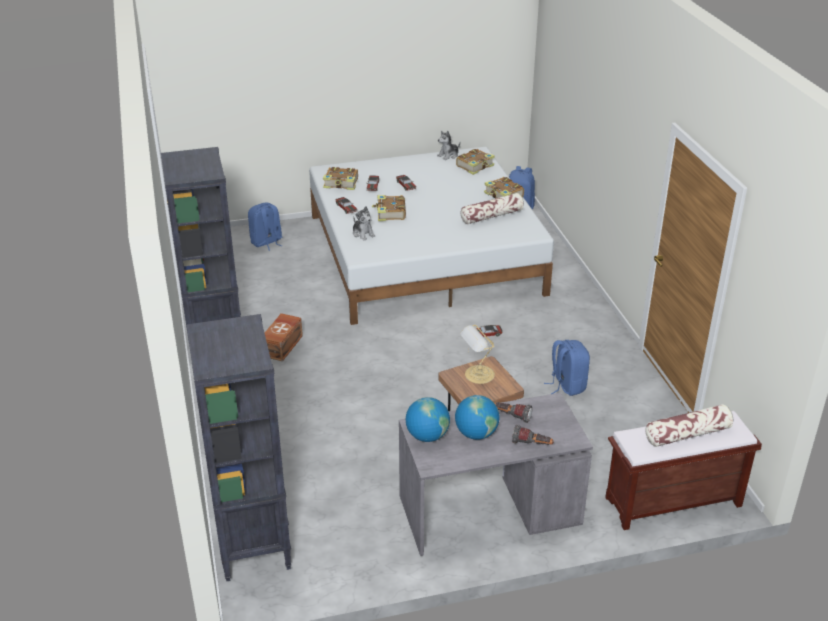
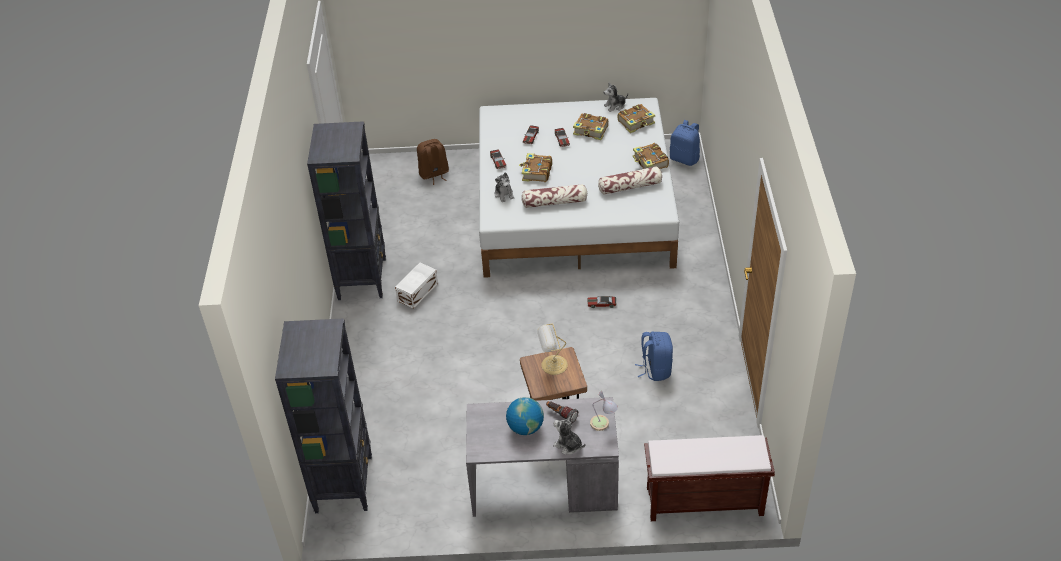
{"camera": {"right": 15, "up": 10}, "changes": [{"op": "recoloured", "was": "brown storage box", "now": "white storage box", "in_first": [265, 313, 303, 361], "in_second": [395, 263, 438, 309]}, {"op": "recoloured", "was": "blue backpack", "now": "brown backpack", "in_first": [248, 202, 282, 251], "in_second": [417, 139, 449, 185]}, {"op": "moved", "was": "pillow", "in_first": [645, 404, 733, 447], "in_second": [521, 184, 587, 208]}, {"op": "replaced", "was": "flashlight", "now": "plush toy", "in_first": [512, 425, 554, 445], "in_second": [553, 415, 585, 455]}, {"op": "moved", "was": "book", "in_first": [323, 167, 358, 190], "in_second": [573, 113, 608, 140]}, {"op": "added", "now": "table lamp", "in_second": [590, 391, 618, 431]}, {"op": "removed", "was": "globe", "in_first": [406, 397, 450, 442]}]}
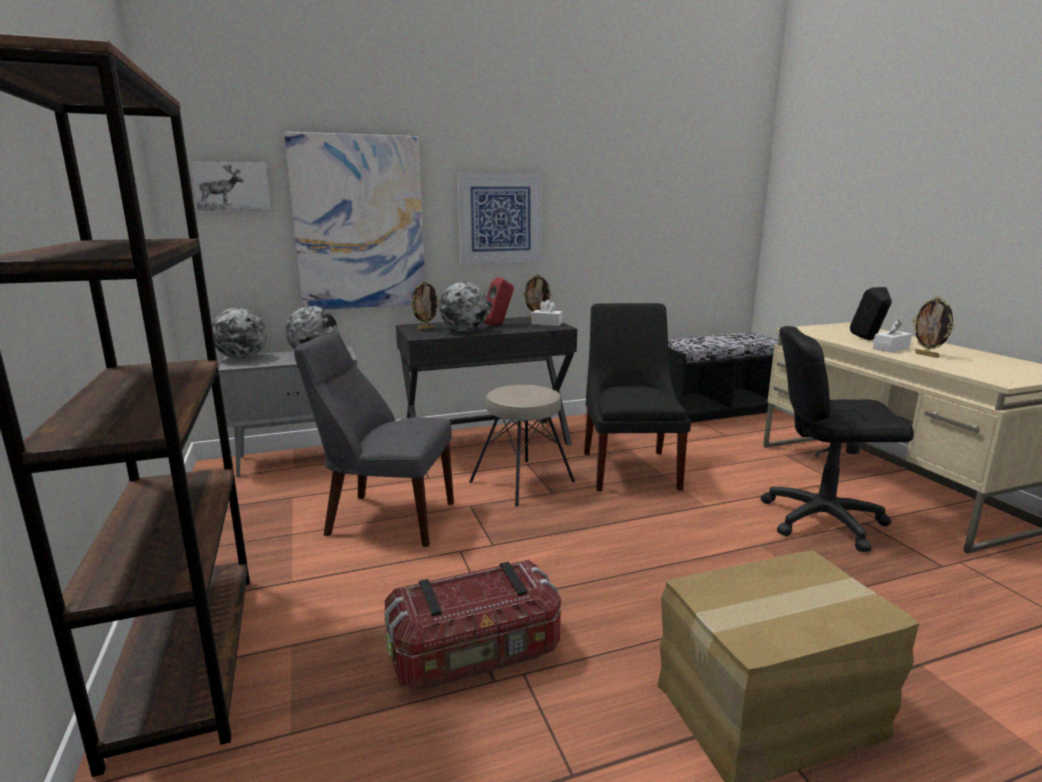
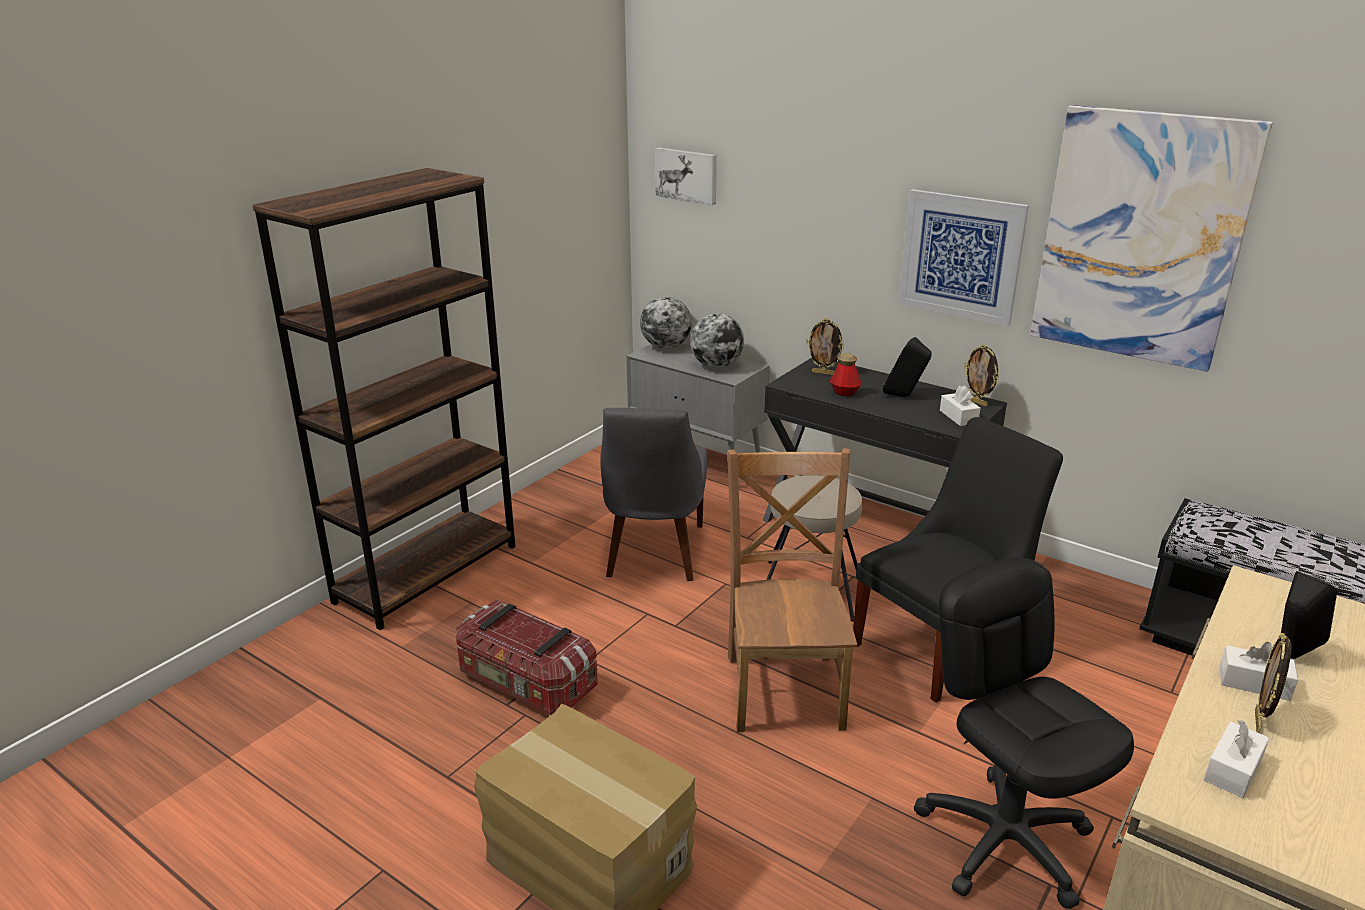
{"camera": {"right": 55, "up": 10}, "changes": [{"op": "turned", "was": "grey chair", "in_first": [294, 332, 454, 547], "in_second": [600, 408, 708, 581], "clockwise": -150}, {"op": "added", "now": "brown chair", "in_second": [727, 448, 857, 732]}, {"op": "replaced", "was": "globe", "now": "bottle", "in_first": [439, 282, 489, 332], "in_second": [830, 353, 861, 396]}, {"op": "recoloured", "was": "red speaker", "now": "black speaker", "in_first": [484, 278, 514, 325], "in_second": [883, 337, 931, 397]}, {"op": "moved", "was": "picture", "in_first": [284, 132, 425, 309], "in_second": [1030, 105, 1273, 372]}, {"op": "added", "now": "white tissue box", "in_second": [1204, 720, 1269, 798]}]}
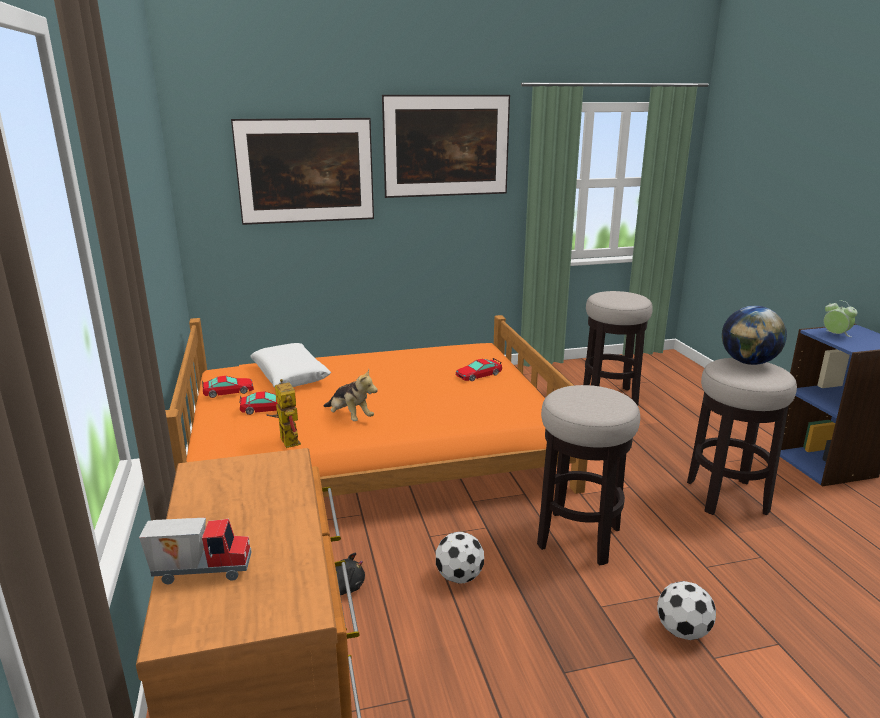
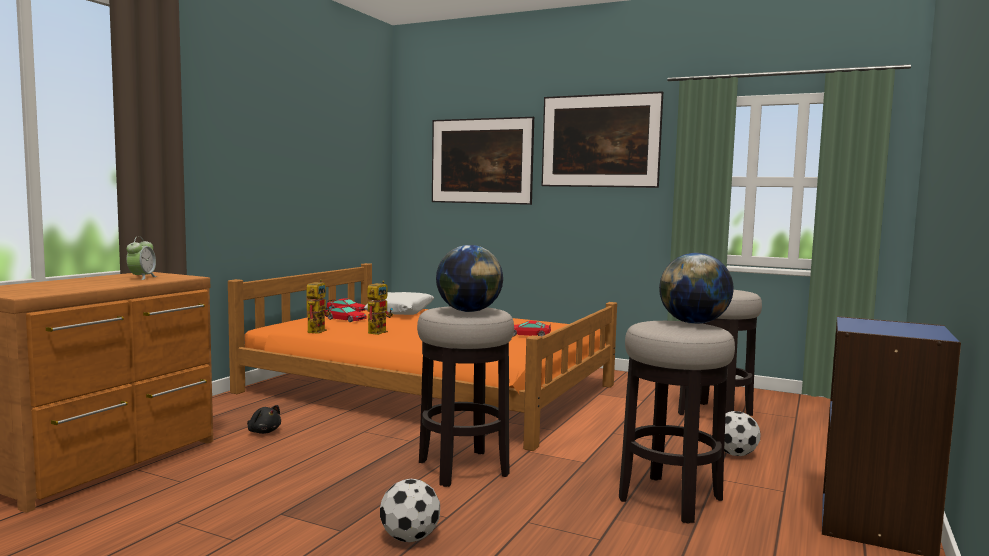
{"camera": {"right": 40, "up": -15}, "changes": [{"op": "moved", "was": "alarm clock", "in_first": [824, 300, 858, 337], "in_second": [127, 237, 157, 280]}, {"op": "replaced", "was": "plush toy", "now": "toy robot", "in_first": [323, 369, 378, 421], "in_second": [368, 281, 393, 335]}, {"op": "added", "now": "globe", "in_second": [436, 245, 503, 312]}, {"op": "moved", "was": "football", "in_first": [436, 532, 484, 584], "in_second": [724, 411, 761, 456]}, {"op": "removed", "was": "toy truck", "in_first": [139, 518, 252, 584]}]}
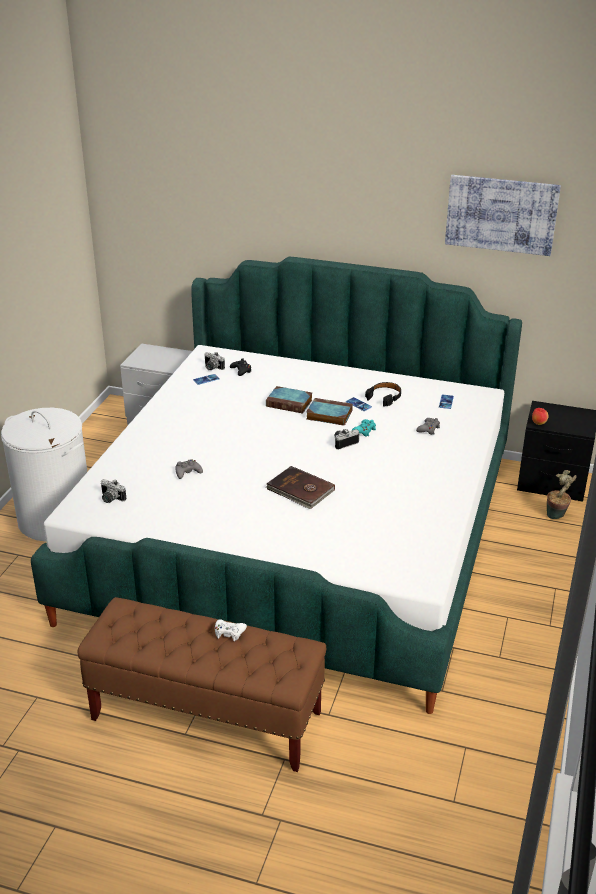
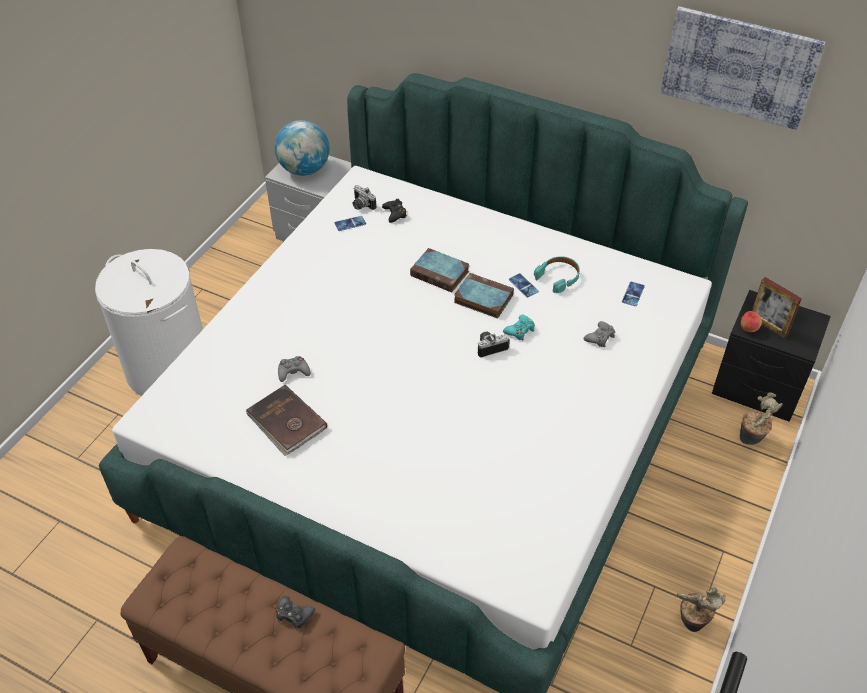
{"camera": {"right": 10, "up": 15}, "changes": [{"op": "moved", "was": "brown book", "in_first": [266, 466, 335, 509], "in_second": [246, 385, 327, 456]}, {"op": "added", "now": "globe", "in_second": [275, 120, 330, 176]}, {"op": "recoloured", "was": "white game controller", "now": "black game controller", "in_first": [215, 619, 247, 641], "in_second": [276, 596, 315, 630]}, {"op": "recoloured", "was": "black headphones", "now": "turquoise headphones", "in_first": [365, 382, 401, 407], "in_second": [534, 256, 580, 293]}, {"op": "added", "now": "potted plant", "in_second": [677, 586, 726, 632]}, {"op": "added", "now": "picture frame", "in_second": [752, 277, 802, 339]}, {"op": "removed", "was": "photo camera", "in_first": [100, 479, 127, 503]}]}
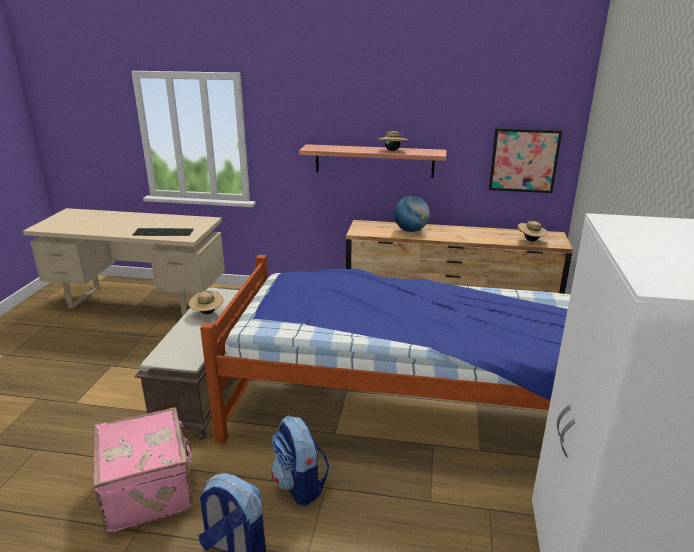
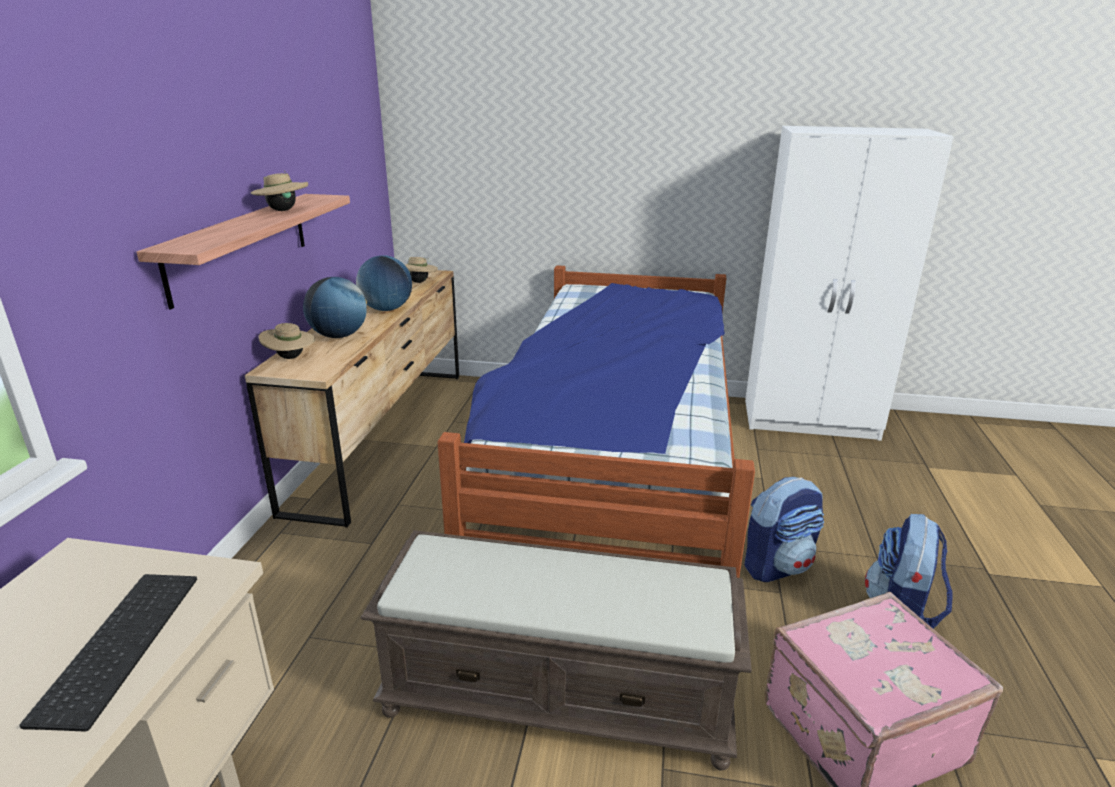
{"camera": {"right": -90, "up": 0}, "changes": [{"op": "moved", "was": "beige hat", "in_first": [189, 290, 223, 314], "in_second": [258, 323, 315, 359]}, {"op": "added", "now": "globe", "in_second": [356, 255, 412, 311]}, {"op": "removed", "was": "picture", "in_first": [489, 128, 562, 193]}]}
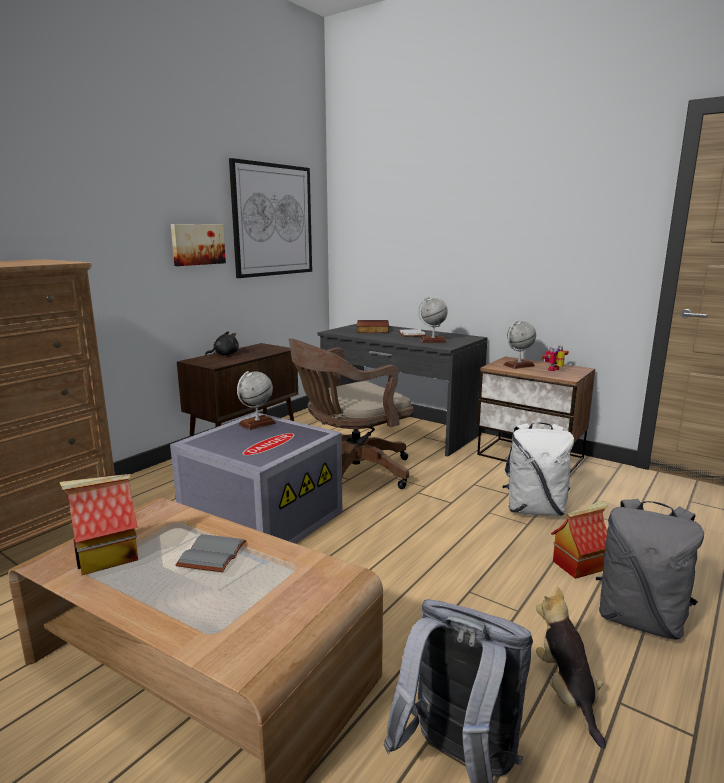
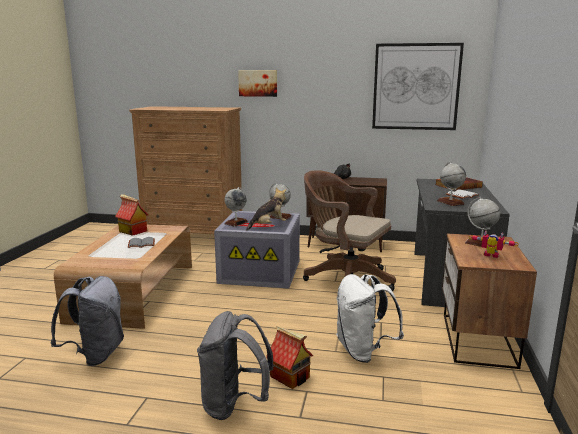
{"camera": {"right": 65, "up": 0}, "changes": [{"op": "added", "now": "globe", "in_second": [224, 187, 248, 227]}, {"op": "moved", "was": "picture", "in_first": [171, 224, 226, 266], "in_second": [238, 70, 277, 97]}, {"op": "moved", "was": "plush toy", "in_first": [536, 587, 606, 748], "in_second": [246, 188, 286, 231]}]}
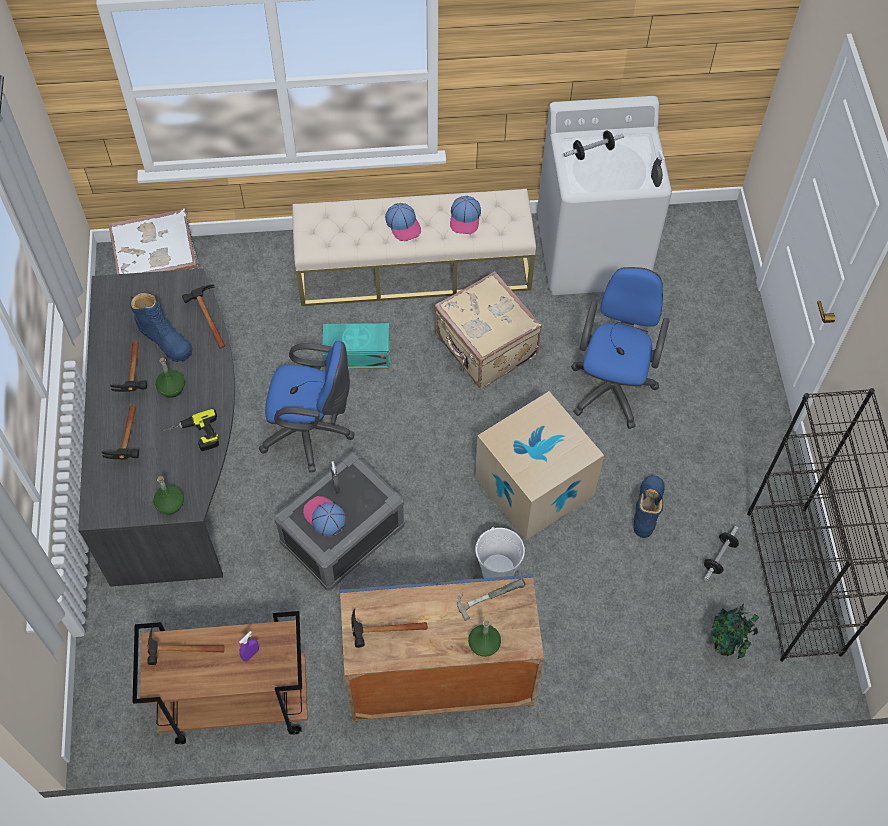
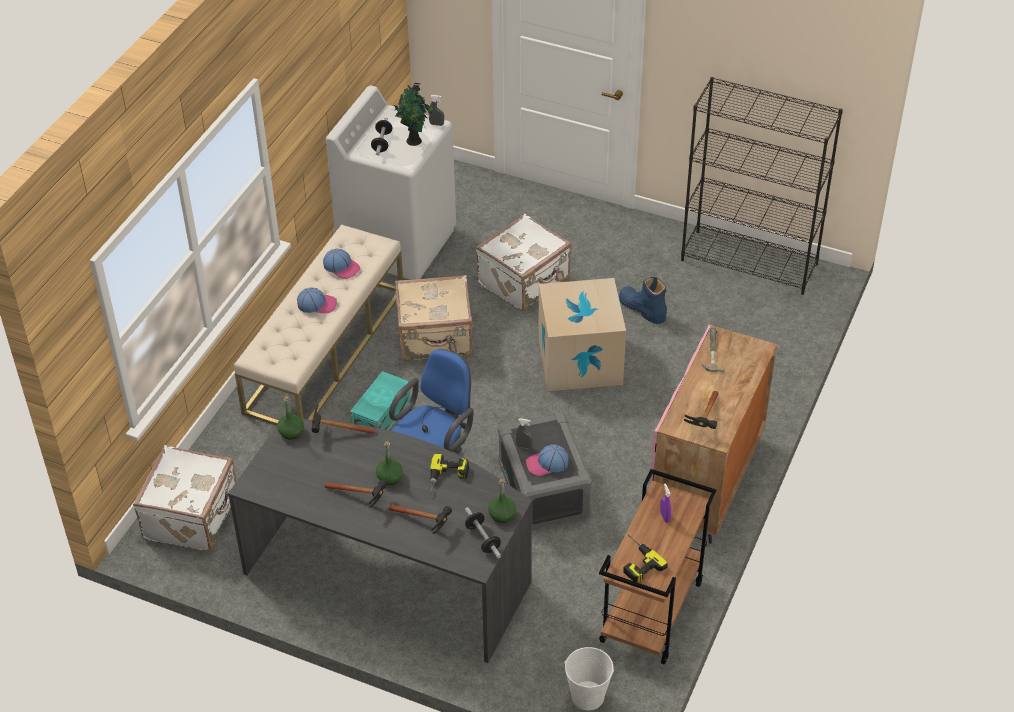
{"camera": {"right": -60, "up": -15}, "changes": [{"op": "moved", "was": "green bottle", "in_first": [468, 620, 501, 657], "in_second": [277, 396, 304, 440]}, {"op": "moved", "was": "potted plant", "in_first": [711, 603, 759, 659], "in_second": [394, 83, 434, 146]}, {"op": "moved", "was": "dumbbell", "in_first": [704, 526, 739, 581], "in_second": [465, 508, 501, 558]}, {"op": "replaced", "was": "blue office chair", "now": "white suitcase", "in_first": [571, 267, 670, 429], "in_second": [476, 214, 571, 311]}, {"op": "moved", "was": "white bucket", "in_first": [475, 527, 525, 578], "in_second": [564, 647, 614, 711]}, {"op": "replaced", "was": "hammer", "now": "power drill", "in_first": [147, 626, 224, 665], "in_second": [623, 535, 668, 583]}, {"op": "recoloured", "was": "blue cabinet", "now": "pink cabinet", "in_first": [340, 574, 544, 721], "in_second": [650, 324, 777, 544]}, {"op": "removed", "was": "blue boot", "in_first": [130, 293, 192, 362]}]}
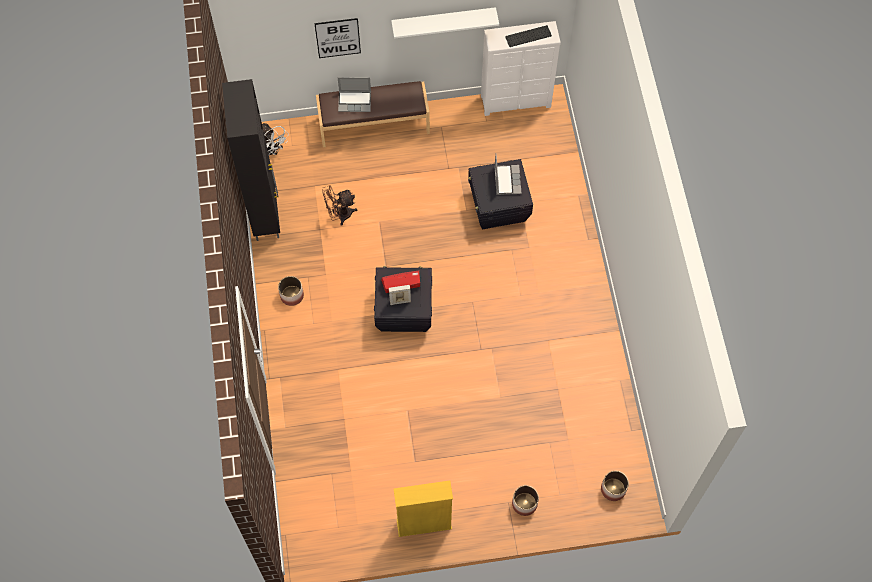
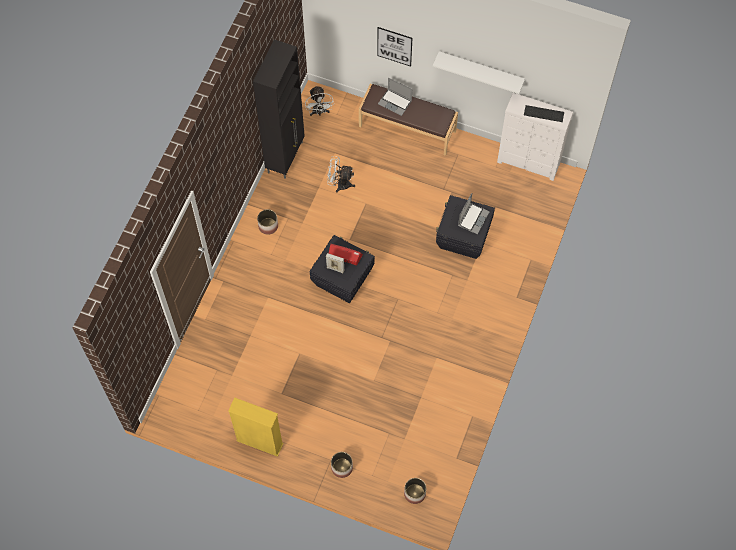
{"camera": {"right": 30, "up": 0}, "changes": [{"op": "recoloured", "was": "brown fan", "now": "white fan", "in_first": [322, 186, 357, 226], "in_second": [327, 156, 355, 193]}]}
